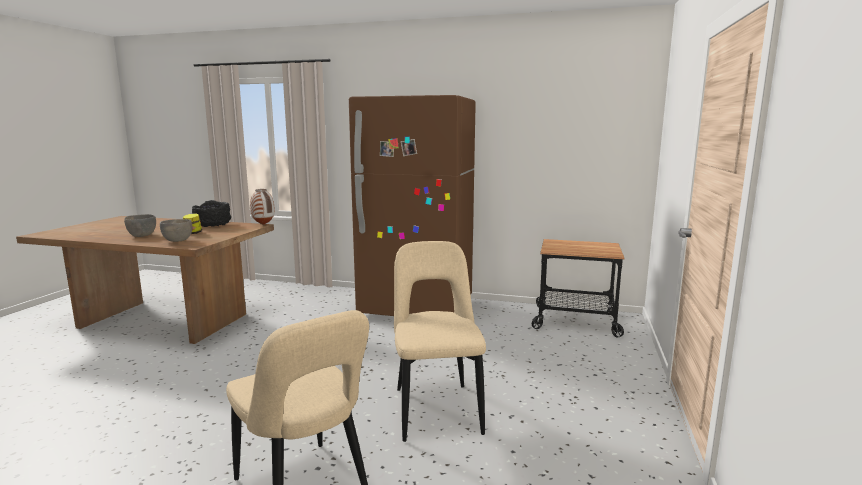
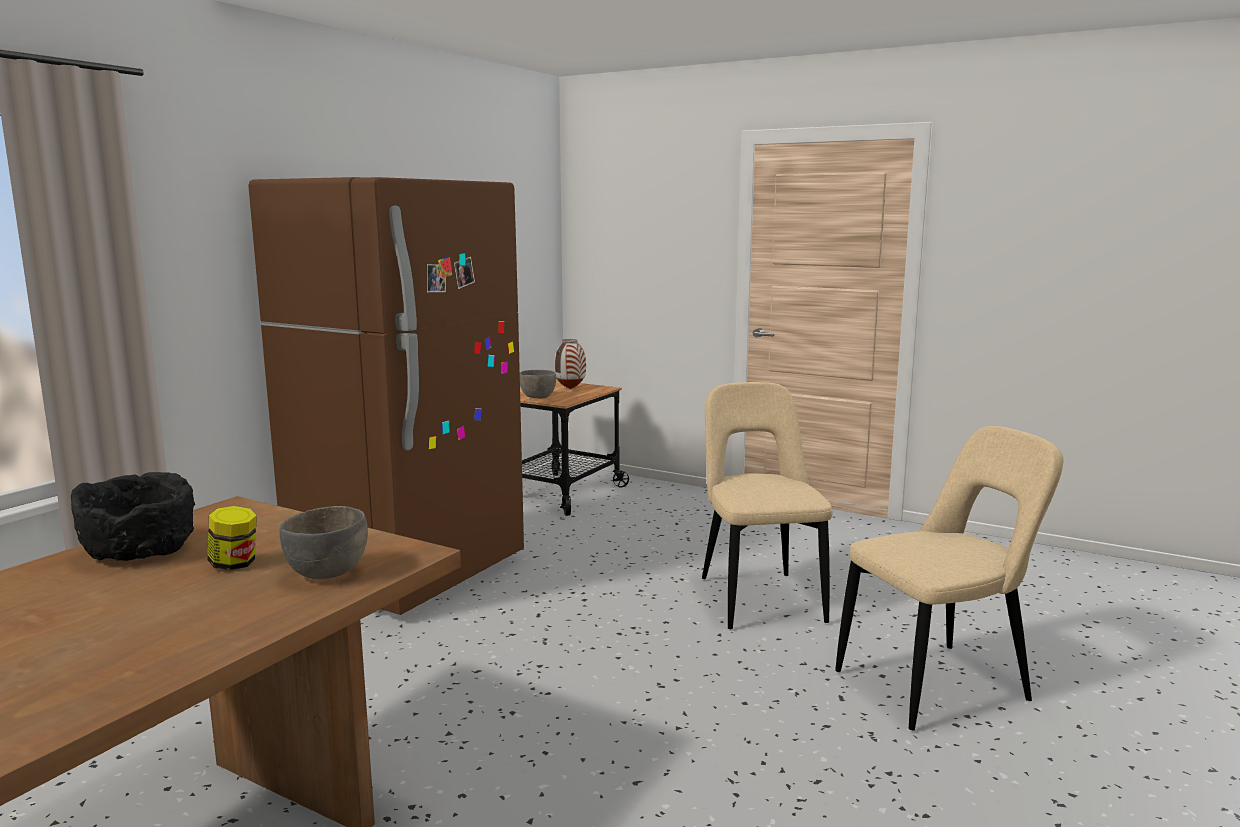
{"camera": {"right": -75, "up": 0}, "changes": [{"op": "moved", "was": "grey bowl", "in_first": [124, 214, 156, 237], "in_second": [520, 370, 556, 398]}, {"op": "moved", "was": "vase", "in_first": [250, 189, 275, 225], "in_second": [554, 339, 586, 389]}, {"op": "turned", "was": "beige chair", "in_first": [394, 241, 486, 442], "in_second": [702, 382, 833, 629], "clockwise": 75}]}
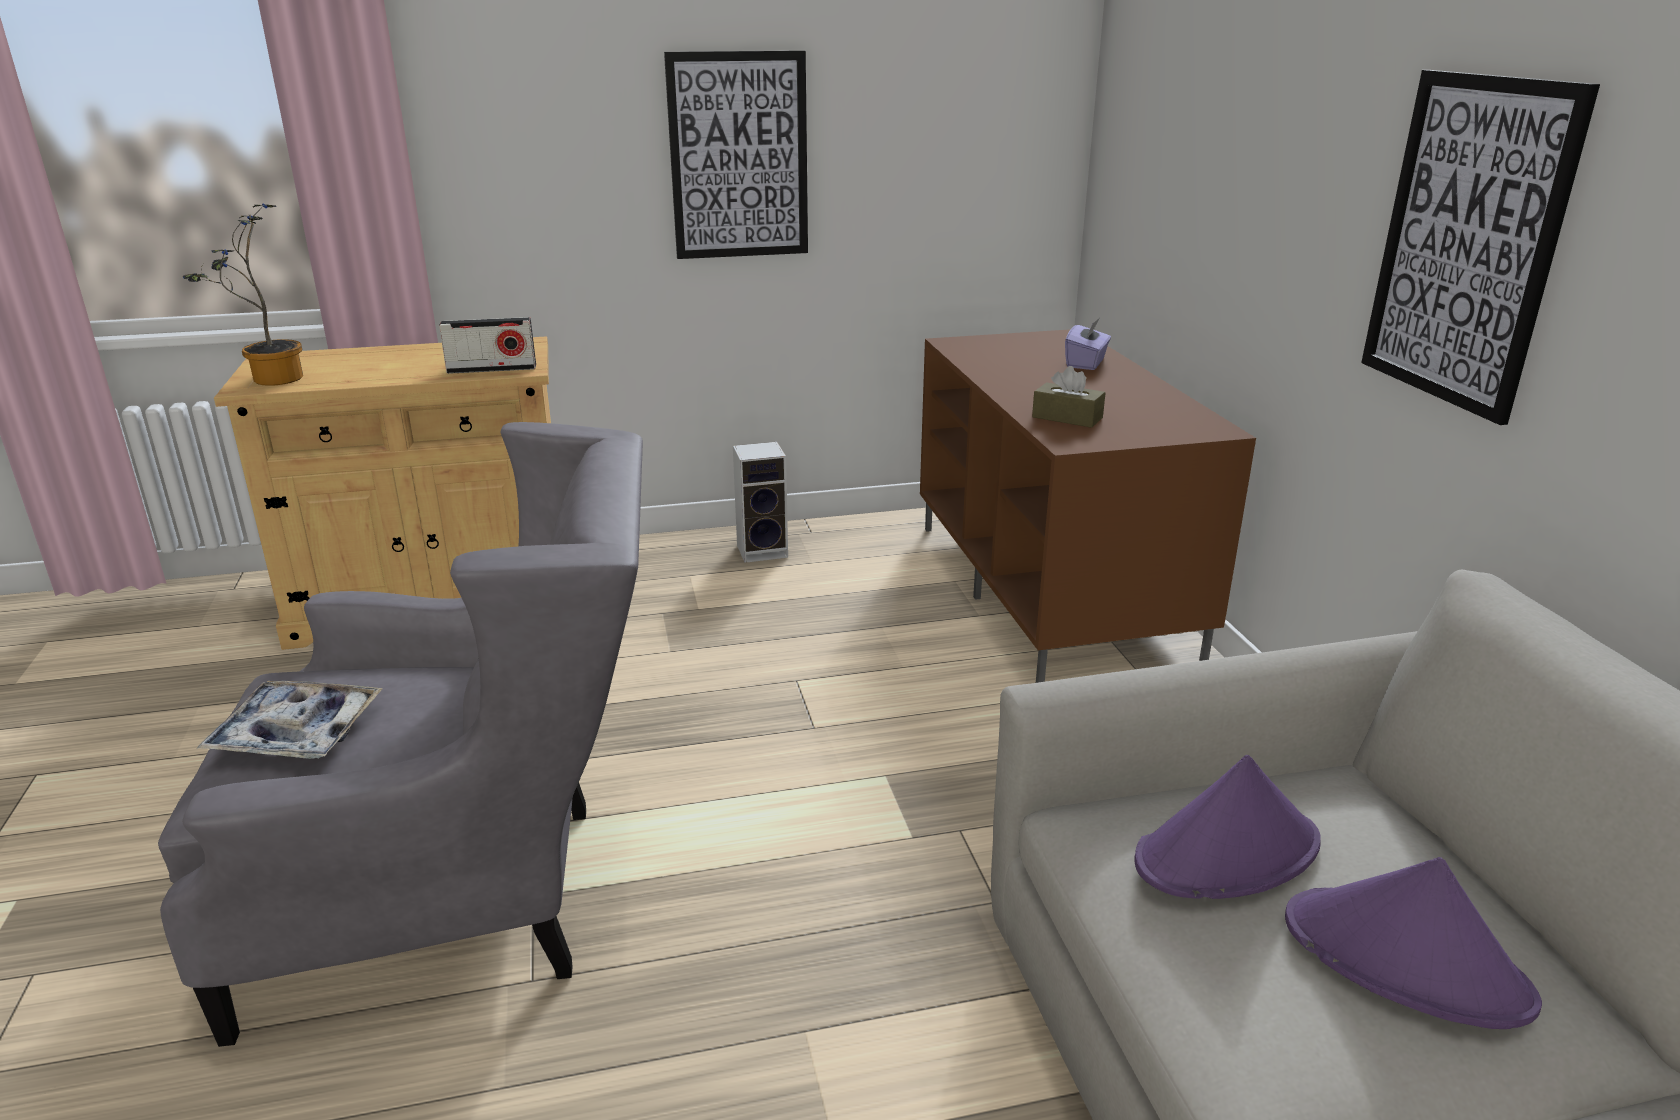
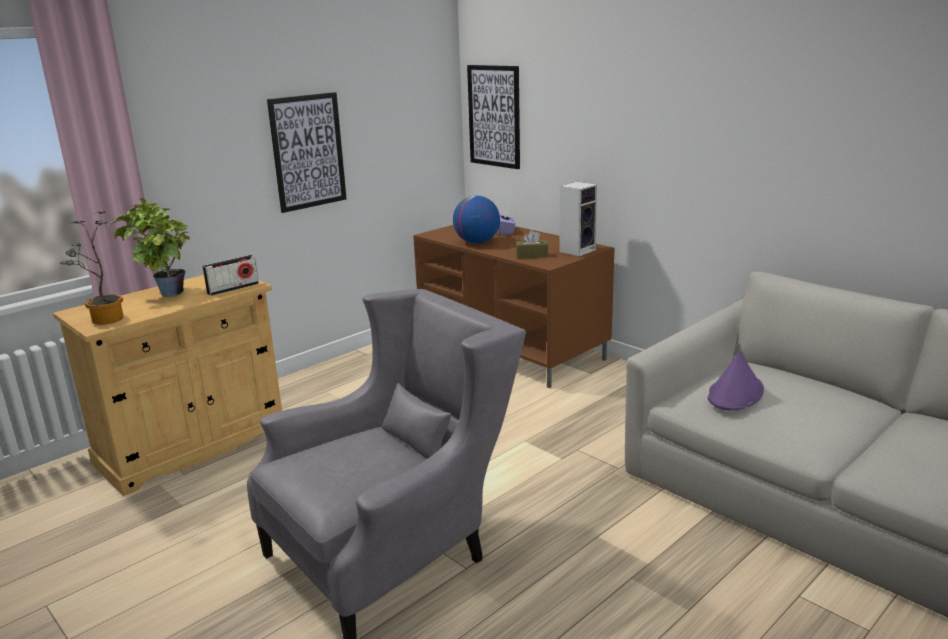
{"camera": {"right": -30, "up": -5}, "changes": [{"op": "added", "now": "potted plant", "in_second": [108, 198, 190, 297]}, {"op": "added", "now": "globe", "in_second": [453, 196, 500, 244]}, {"op": "moved", "was": "picture", "in_first": [1361, 70, 1600, 425], "in_second": [467, 65, 520, 169]}, {"op": "moved", "was": "speaker", "in_first": [733, 442, 788, 563], "in_second": [559, 182, 597, 256]}, {"op": "removed", "was": "tray", "in_first": [196, 681, 383, 759]}, {"op": "removed", "was": "purple hat", "in_first": [1285, 857, 1542, 1029]}]}
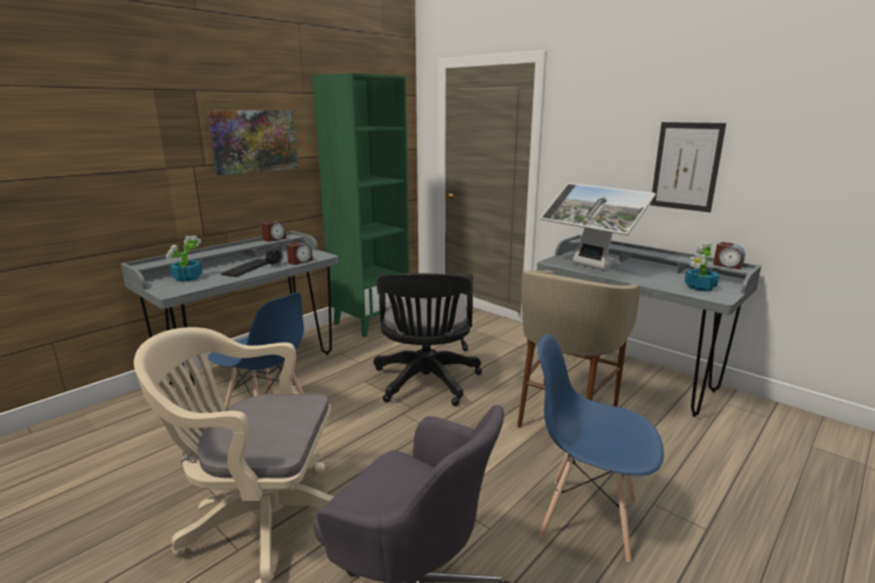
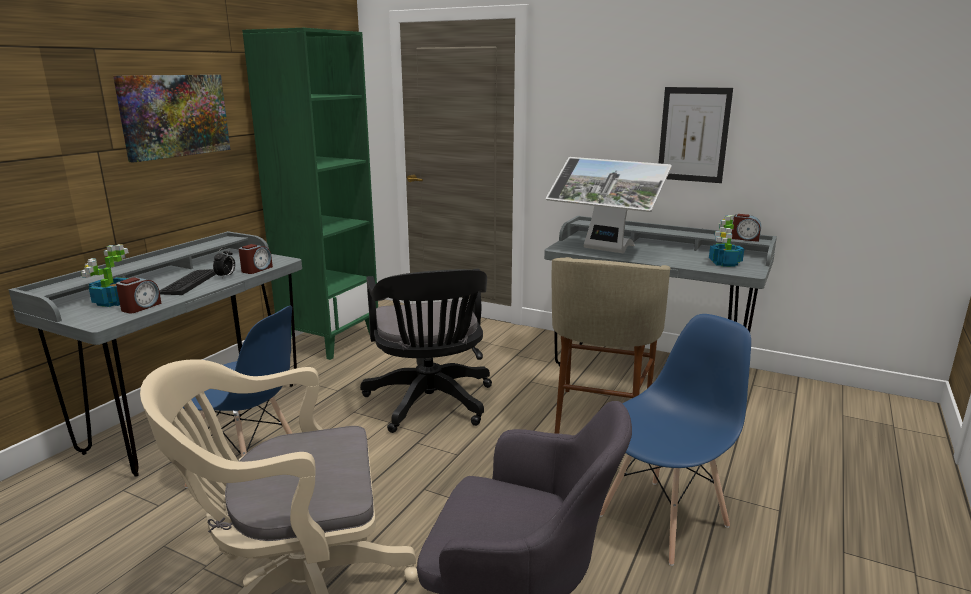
{"camera": {"right": -15, "up": 0}, "changes": [{"op": "moved", "was": "alarm clock", "in_first": [261, 220, 286, 242], "in_second": [116, 277, 162, 313]}, {"op": "turned", "was": "blue chair", "in_first": [538, 334, 664, 562], "in_second": [600, 314, 751, 566], "clockwise": 135}]}
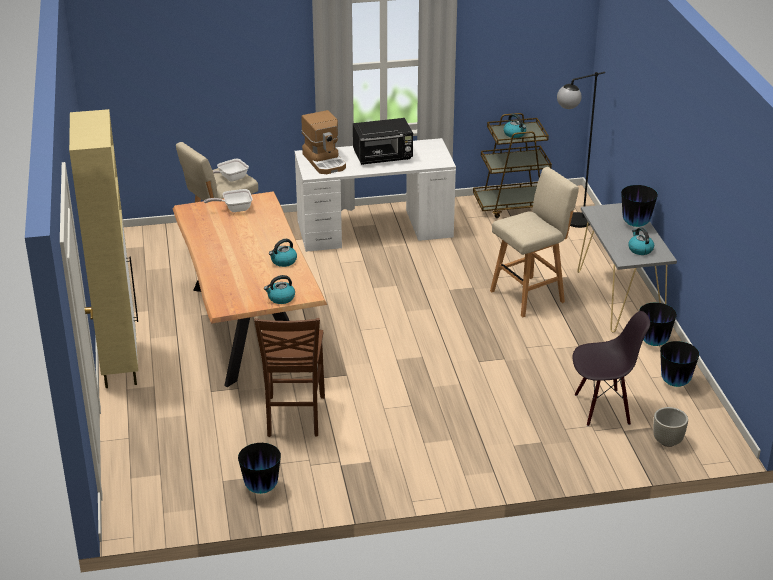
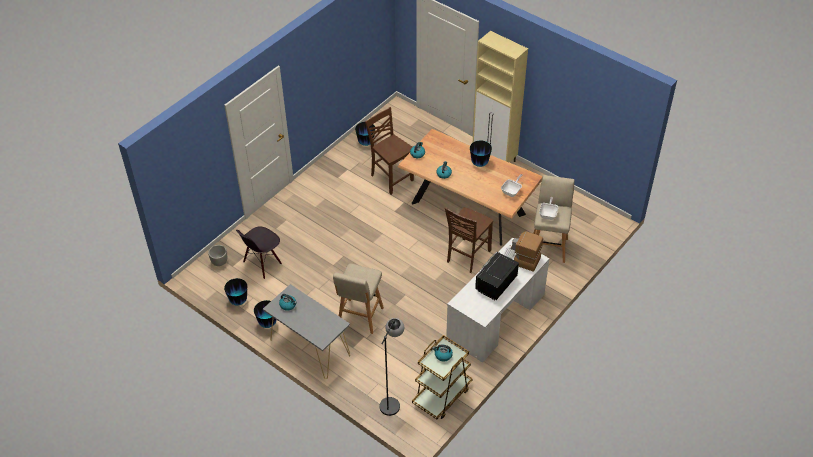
{"camera": {"right": 140, "up": 15}, "changes": [{"op": "added", "now": "brown chair", "in_second": [445, 207, 493, 273]}, {"op": "moved", "was": "vase", "in_first": [621, 185, 658, 227], "in_second": [470, 140, 492, 167]}]}
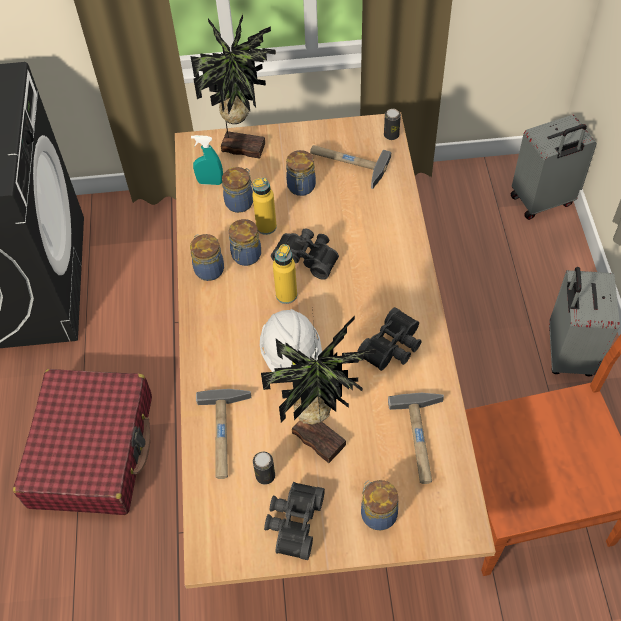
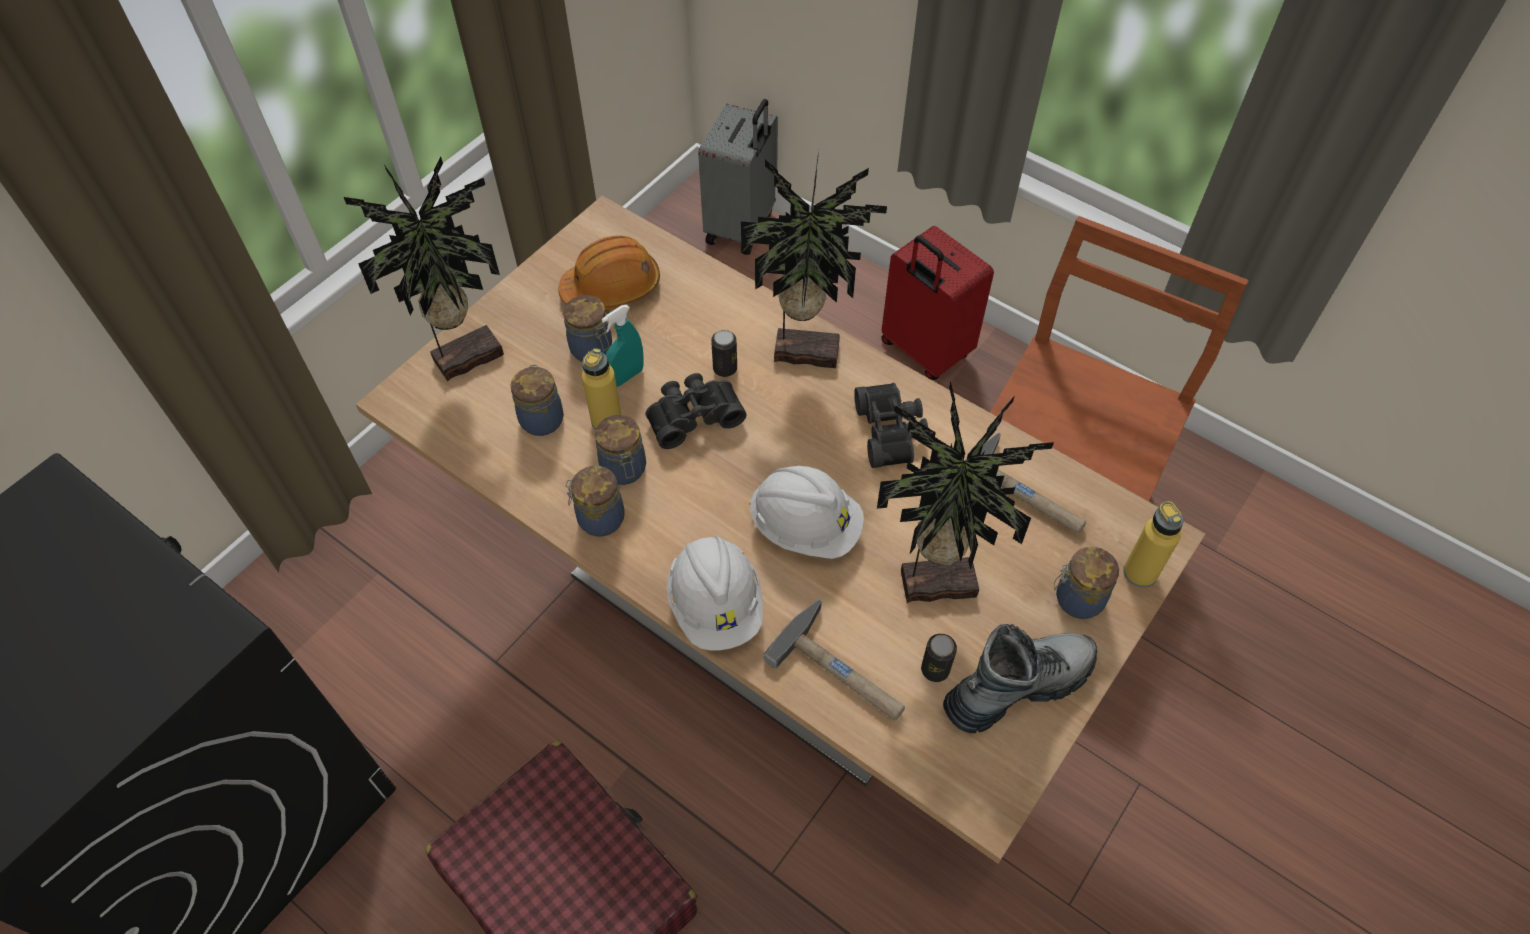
{"camera": {"right": -50, "up": 0}, "changes": [{"op": "replaced", "was": "hammer", "now": "orange hard hat", "in_first": [310, 145, 391, 189], "in_second": [559, 235, 660, 310]}, {"op": "moved", "was": "turquoise spray bottle", "in_first": [191, 135, 223, 185], "in_second": [602, 305, 644, 386]}, {"op": "added", "now": "white hard hat", "in_second": [667, 536, 763, 650]}, {"op": "moved", "was": "can", "in_first": [384, 109, 401, 140], "in_second": [711, 330, 737, 377]}, {"op": "added", "now": "potted plant", "in_second": [741, 151, 887, 368]}, {"op": "recoloured", "was": "grey suitcase", "now": "red suitcase", "in_first": [549, 267, 620, 376], "in_second": [881, 226, 994, 380]}, {"op": "replaced", "was": "black binoculars", "now": "boot", "in_first": [264, 482, 325, 560], "in_second": [943, 624, 1097, 733]}, {"op": "moved", "was": "yellow bottle", "in_first": [273, 244, 297, 304], "in_second": [1123, 501, 1184, 588]}]}
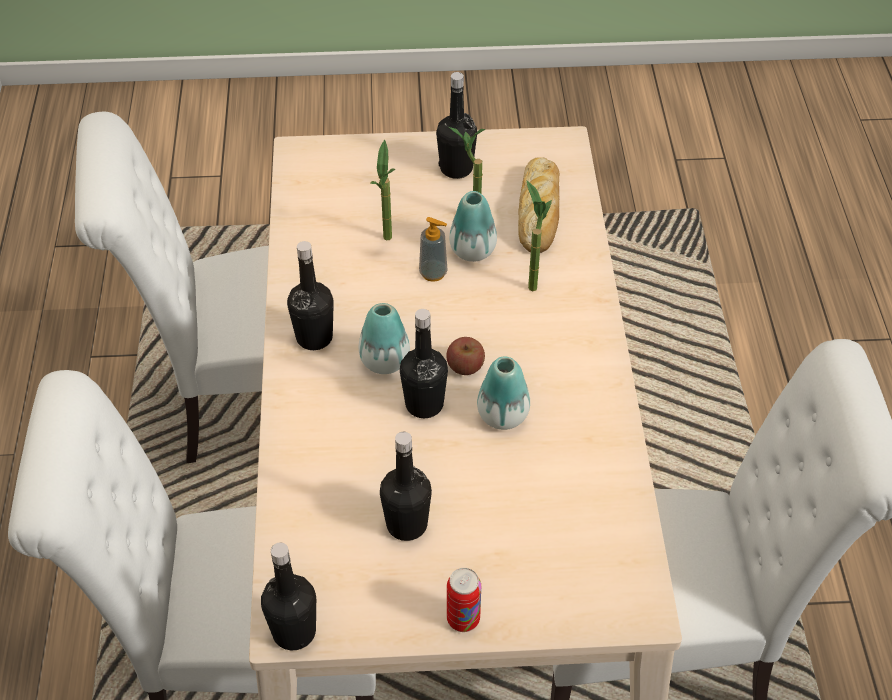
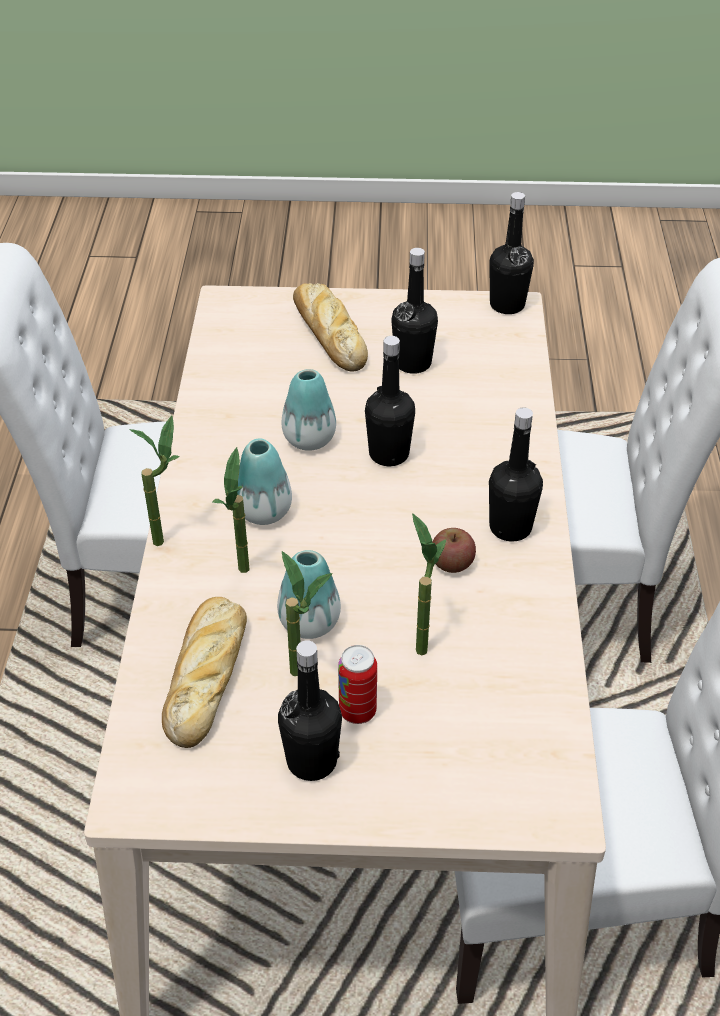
{"camera": {"right": -175, "up": -5}, "changes": [{"op": "added", "now": "potted plant", "in_second": [129, 416, 179, 546]}, {"op": "moved", "was": "vase", "in_first": [359, 303, 410, 374], "in_second": [237, 439, 292, 525]}, {"op": "added", "now": "bread", "in_second": [293, 283, 368, 371]}, {"op": "moved", "was": "can", "in_first": [447, 568, 481, 632], "in_second": [338, 645, 377, 724]}, {"op": "moved", "was": "apple", "in_first": [446, 337, 485, 375], "in_second": [432, 528, 476, 573]}, {"op": "removed", "was": "soap dispenser", "in_first": [419, 217, 448, 282]}]}
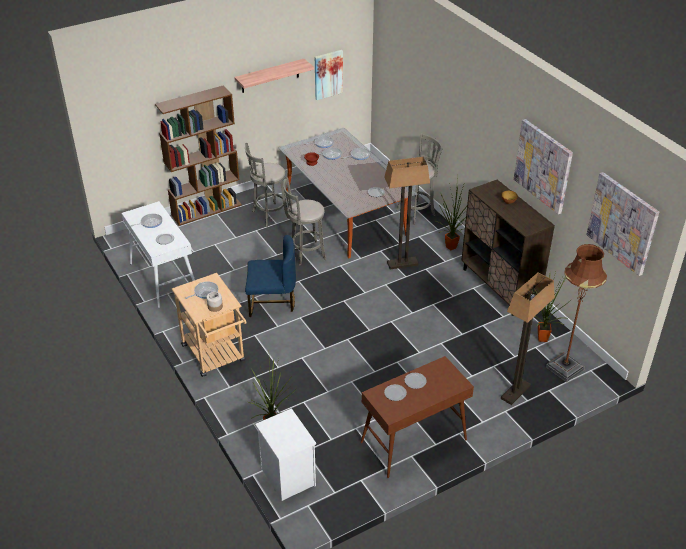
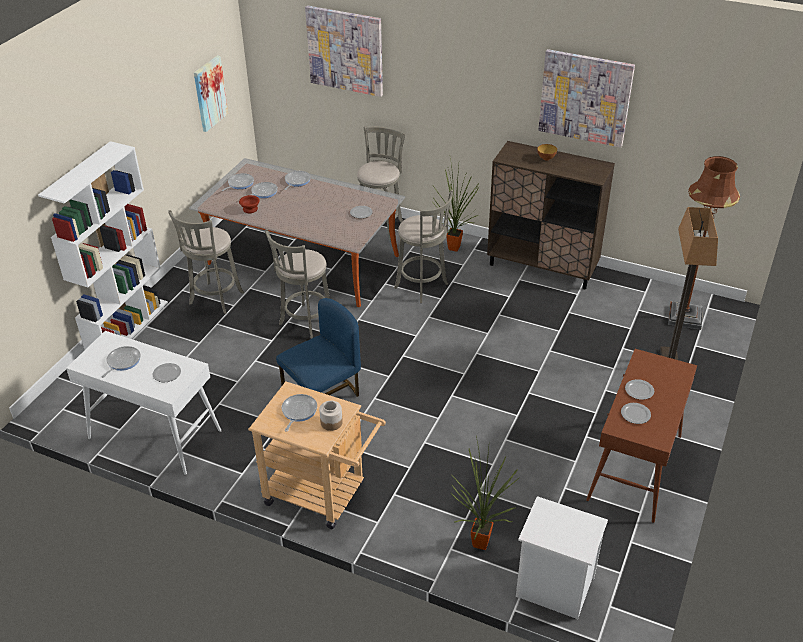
{"camera": {"right": -35, "up": 0}, "changes": [{"op": "recoloured", "was": "brown bookcase", "now": "white bookcase", "in_first": [155, 85, 242, 226], "in_second": [38, 141, 168, 350]}, {"op": "moved", "was": "picture", "in_first": [586, 172, 659, 276], "in_second": [305, 5, 383, 97]}, {"op": "replaced", "was": "floor lamp", "now": "grey stool", "in_first": [384, 157, 430, 269], "in_second": [394, 190, 453, 303]}, {"op": "removed", "was": "shelf", "in_first": [235, 59, 314, 93]}, {"op": "removed", "was": "potted plant", "in_first": [532, 272, 572, 342]}]}
